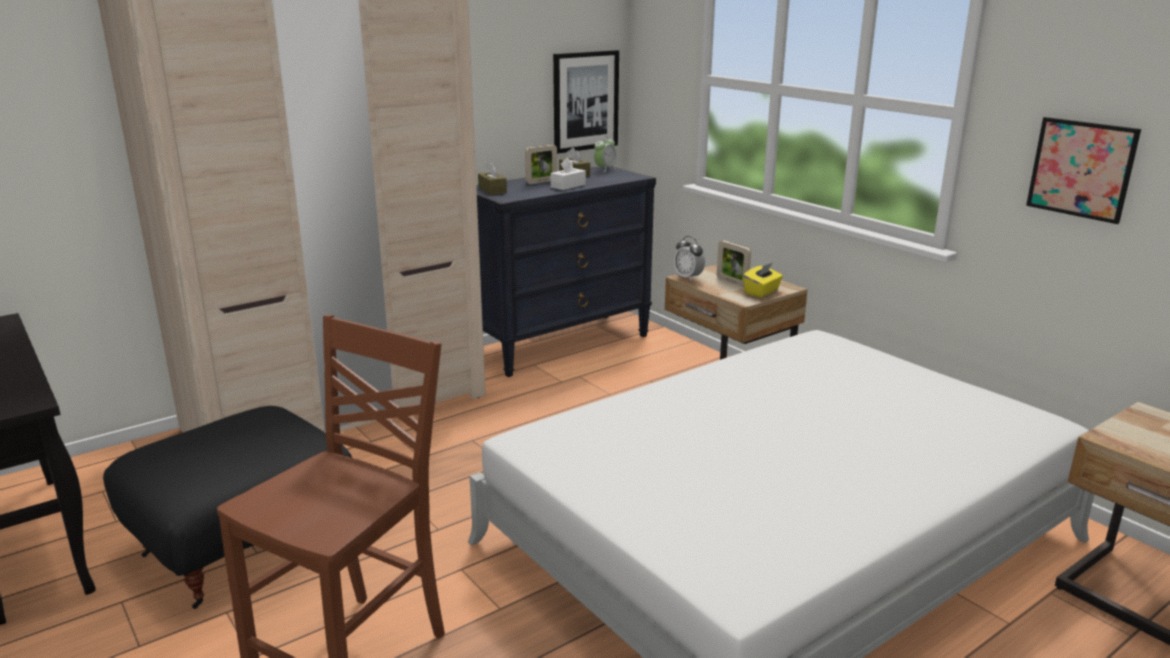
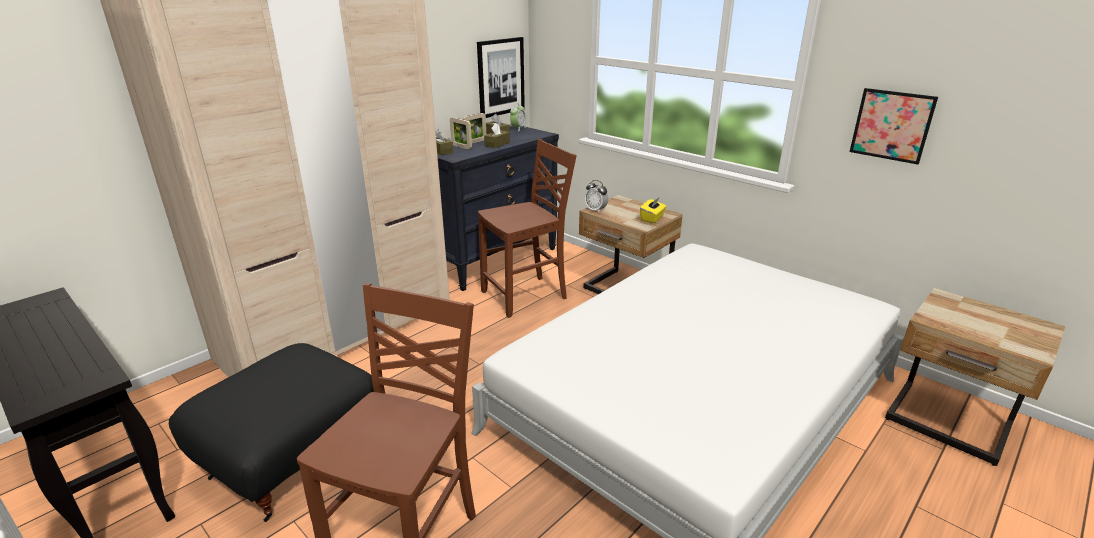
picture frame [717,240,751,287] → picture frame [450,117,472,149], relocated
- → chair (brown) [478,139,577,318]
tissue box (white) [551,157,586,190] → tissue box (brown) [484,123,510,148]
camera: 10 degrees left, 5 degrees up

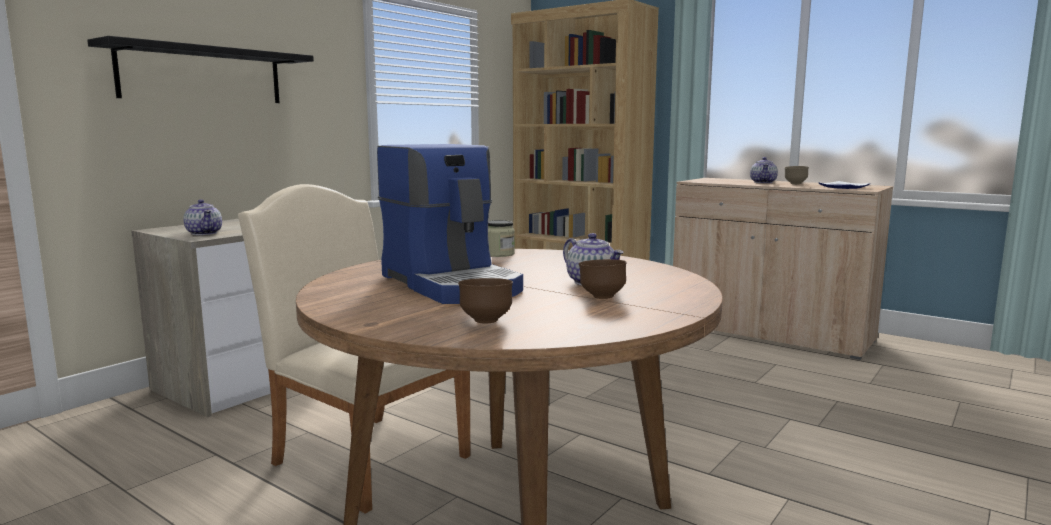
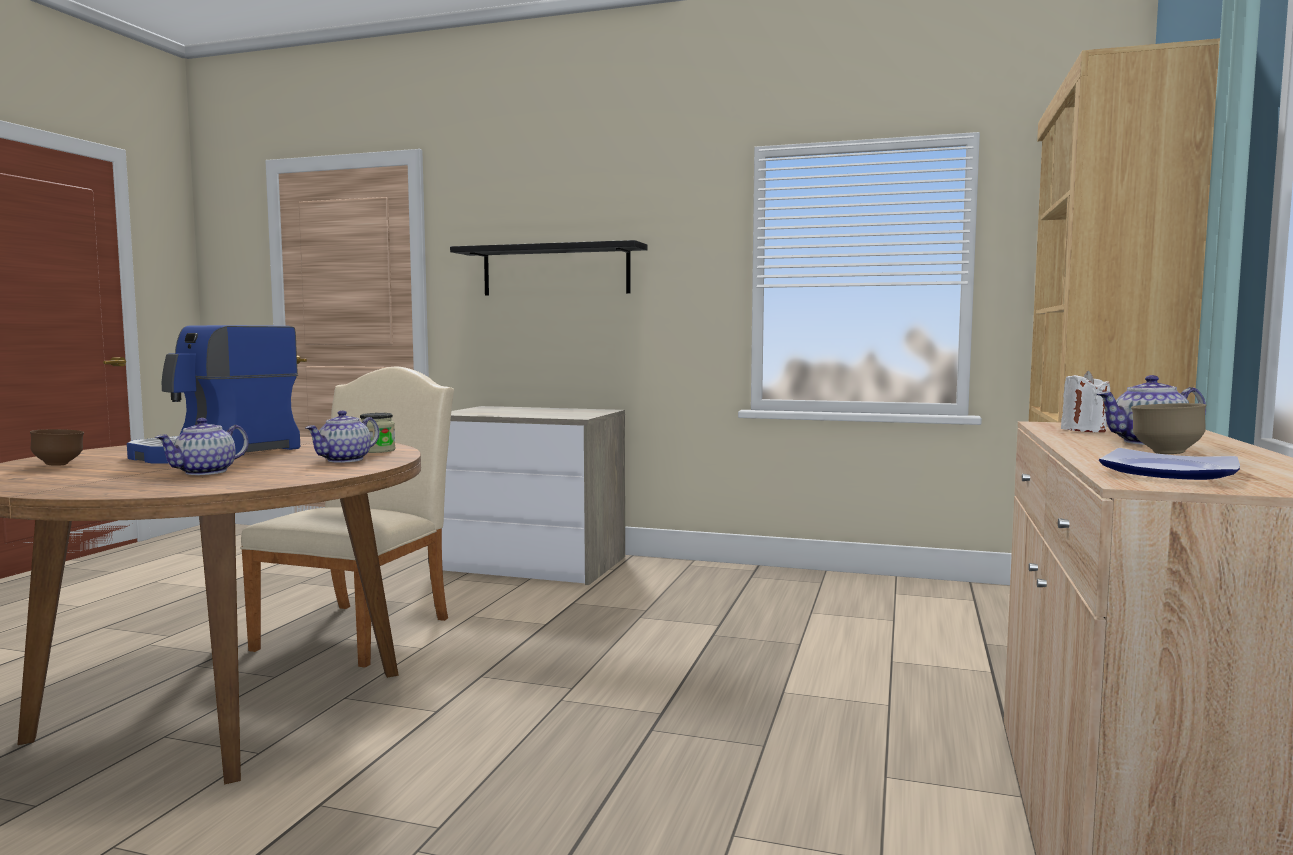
teapot [183,199,222,235] → teapot [305,410,379,463], relocated
- → candle (white) [1061,371,1110,432]
bowl (brown) [579,259,627,299] → -
camera: 70 degrees right, 5 degrees down

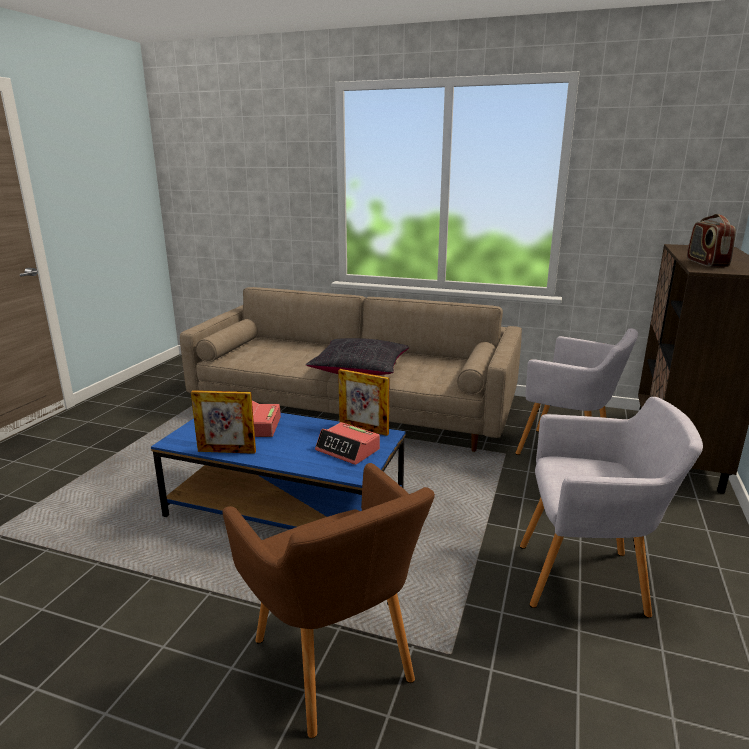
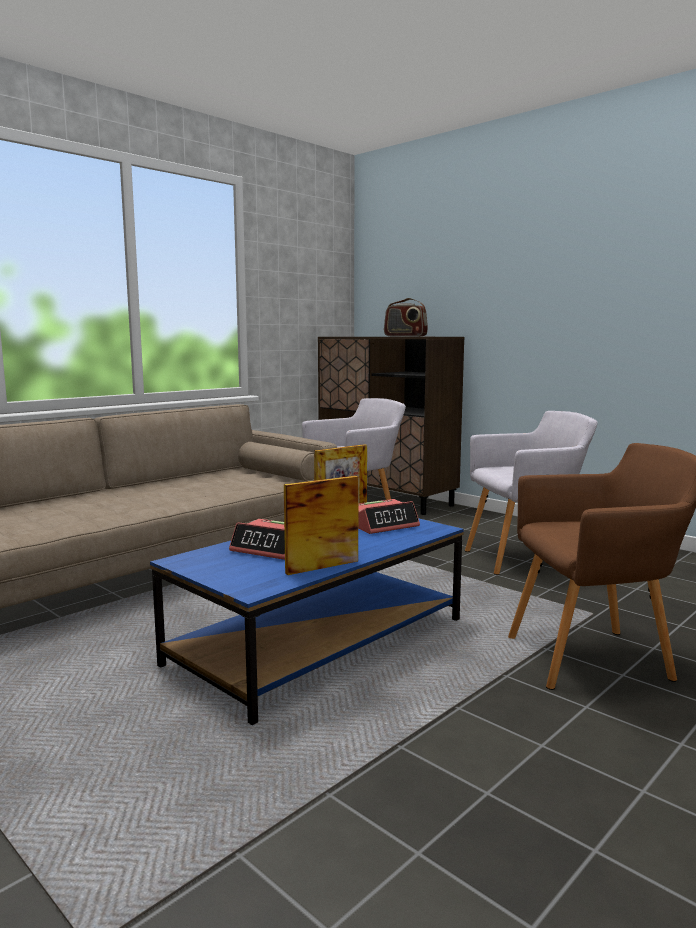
picture frame [191,390,256,454] → picture frame [284,476,359,575], 150 degrees counterclockwise
armchair (grey) [520,397,703,618] → armchair (grey) [465,411,598,575], 45 degrees clockwise
pillow (black) [306,338,409,375] → -
camera: 65 degrees left, 10 degrees down

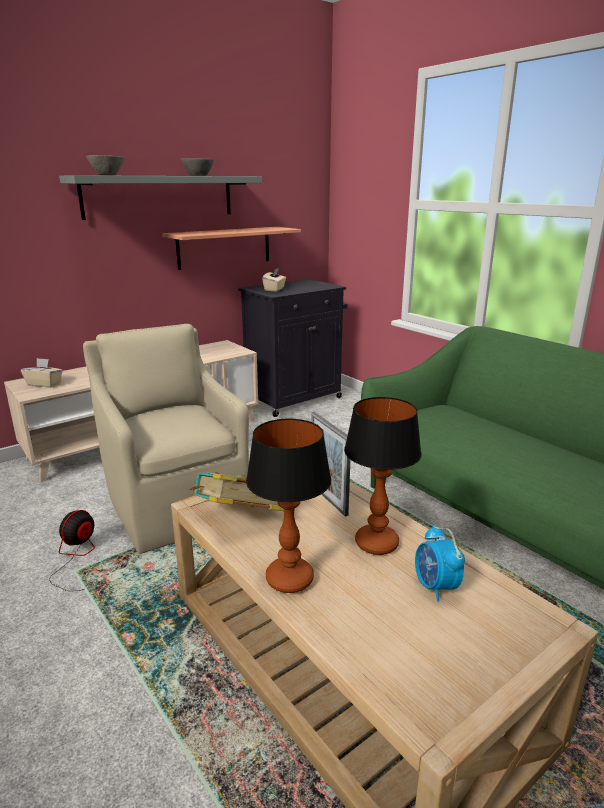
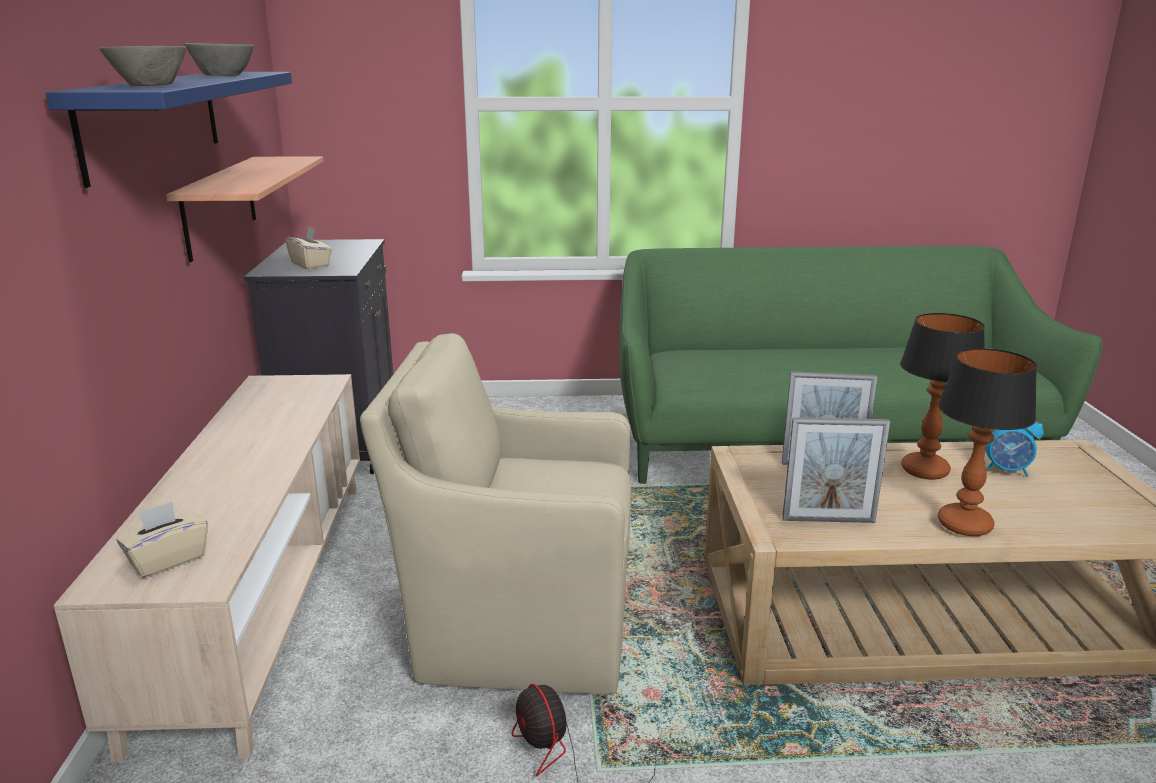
shelf (grey) [59,175,262,220] → shelf (blue) [46,72,292,188]
book [190,472,284,511] → picture frame [782,417,890,523]
camera: 55 degrees left, 0 degrees up

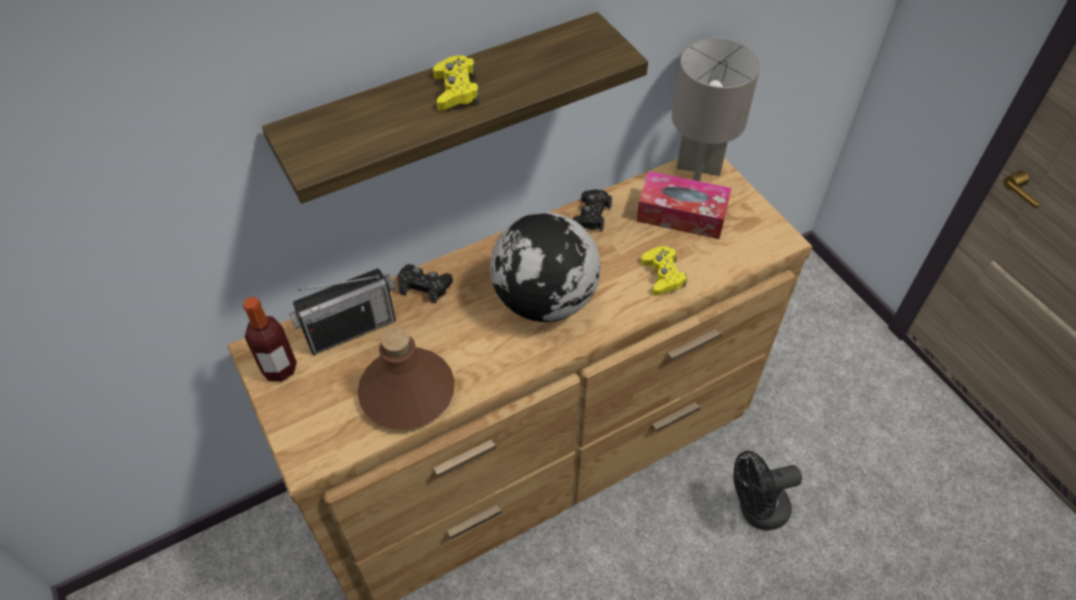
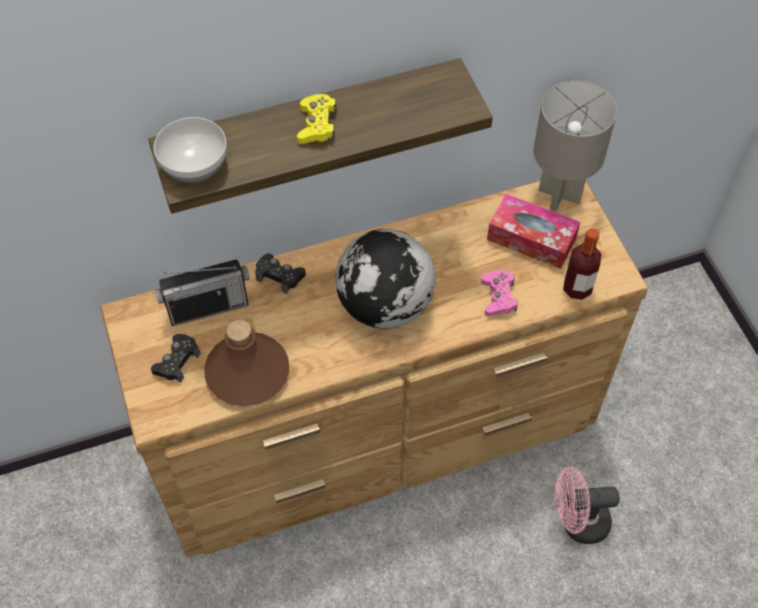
game controller (black) [573,189,612,231] → game controller (black) [151,334,201,383], relocated
- → bowl [154,117,227,183]
game controller (yellow) [641,246,687,296] → game controller (pink) [481,270,518,316]
fan (black) [734,451,802,530] → fan (pink) [555,466,620,544]
bottle [243,297,297,382] → bottle [563,228,601,300], relocated
camera: 10 degrees right, 5 degrees up

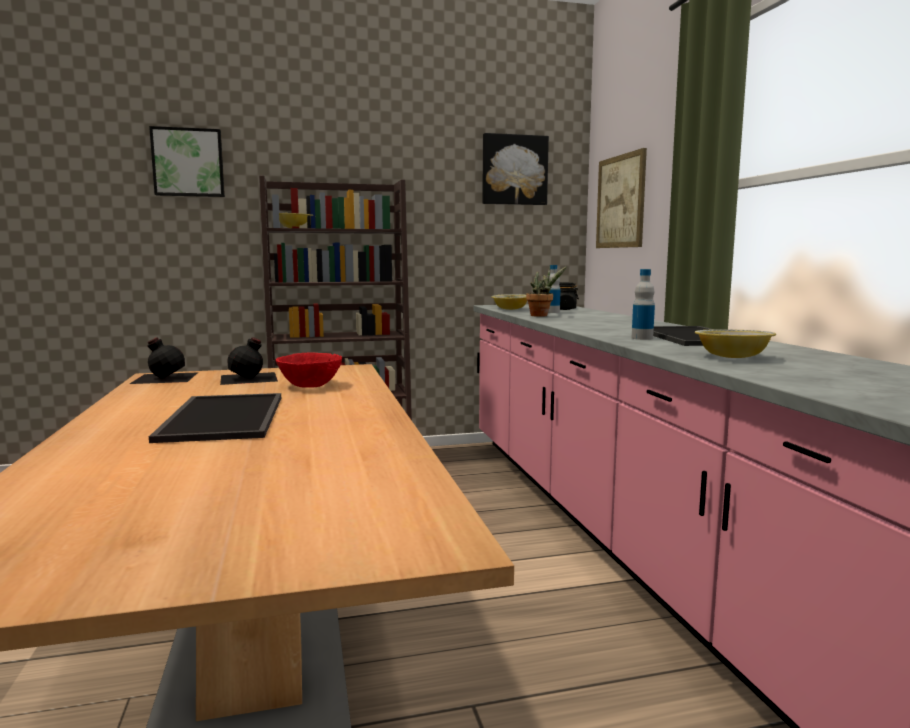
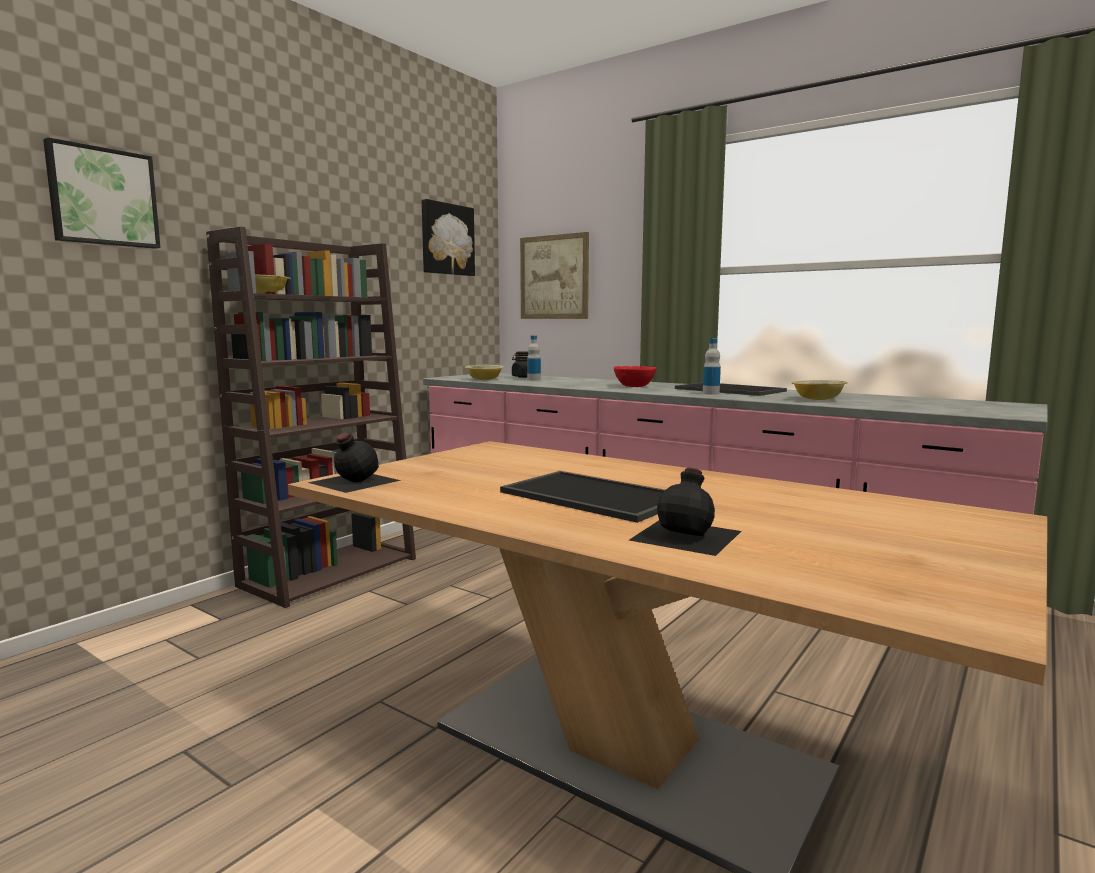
bowl (red) [276,352,342,388] → bowl (red) [613,366,657,387], relocated
bottle (black) [220,337,278,385] → bottle (black) [629,468,741,556], relocated
potted plant [526,266,567,317] → -
camera: 40 degrees left, 0 degrees up

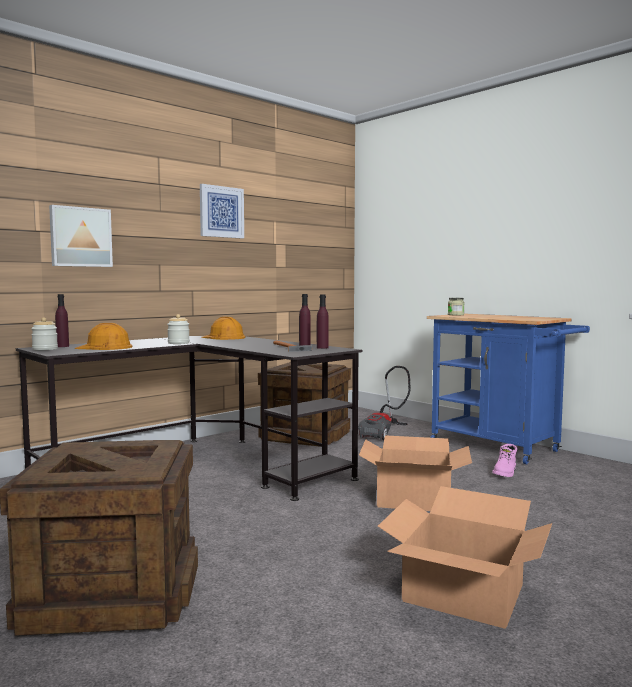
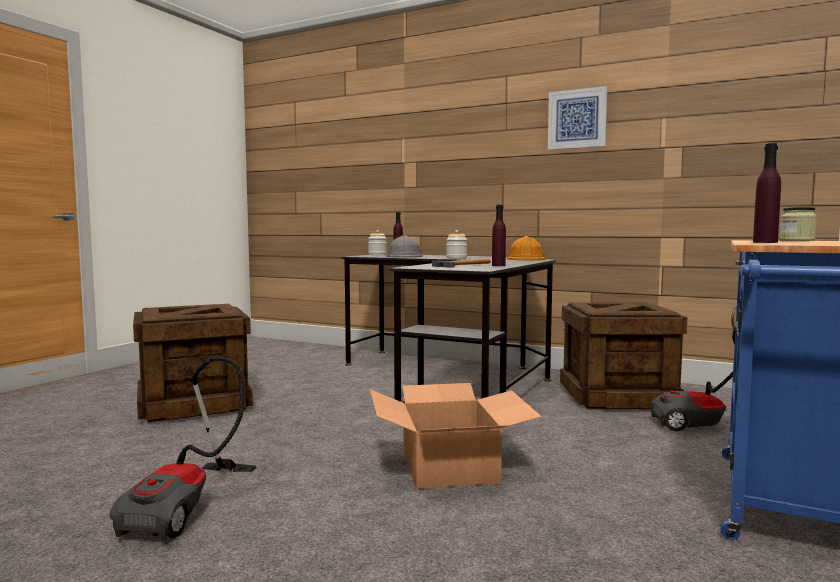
cardboard box [378,486,552,629] → vacuum cleaner [109,356,256,541]
hard hat (orange) [74,323,132,350] → hard hat (grey) [387,235,423,258]
bottle (purple) [317,294,329,349] → bottle (purple) [753,143,781,243], relocated
picture [49,205,113,267] → -
boot (pink) [492,444,517,477] → -
camera: 70 degrees right, 0 degrees up

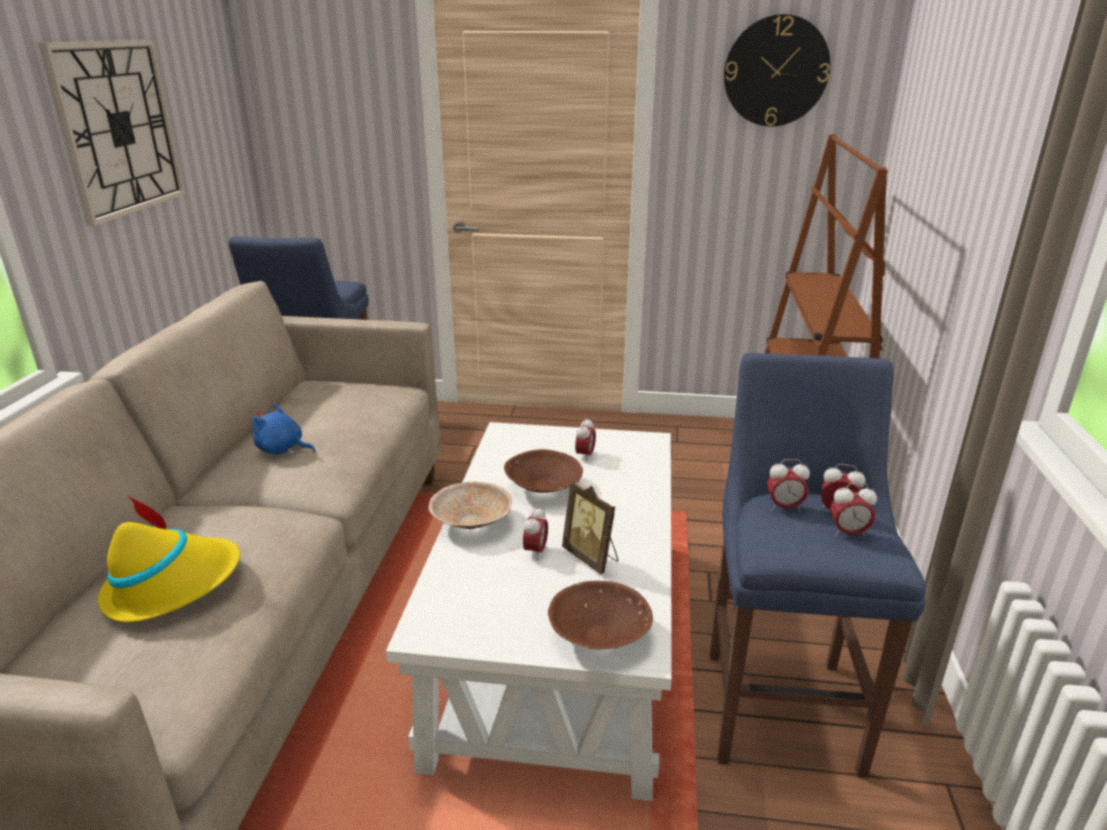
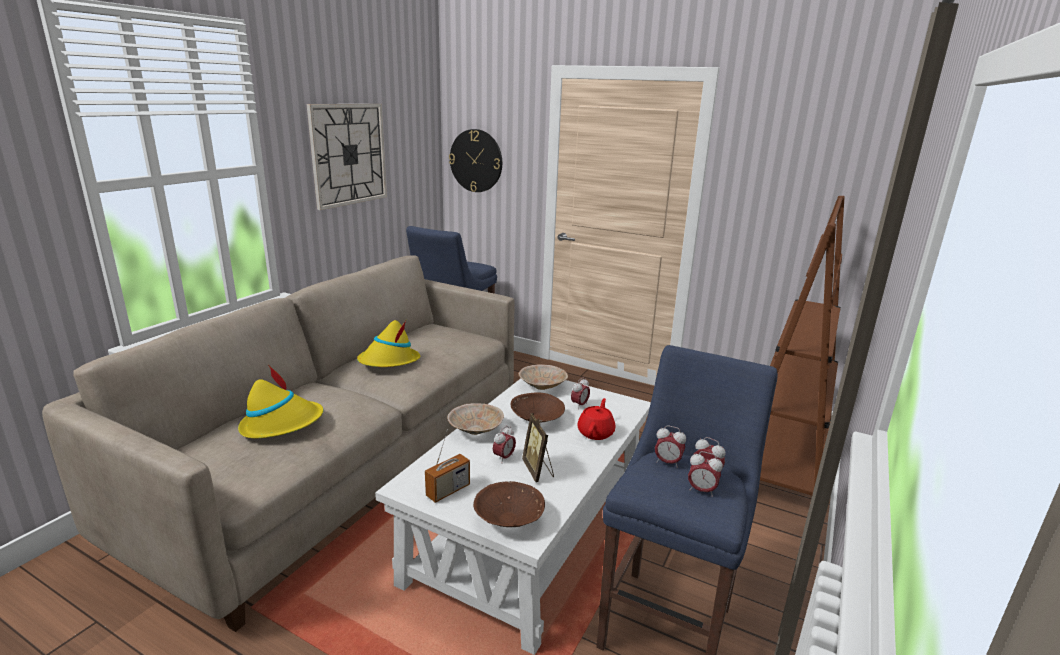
plush toy (blue) [253,404,316,455] → hat (yellow) [357,320,420,367]
- → radio [425,429,470,503]
wall clock [724,14,830,126] → wall clock [449,129,502,192], relocated
- → bowl (beige) [518,364,568,390]
- → teapot (red) [577,398,615,440]
camera: 20 degrees right, 5 degrees down

